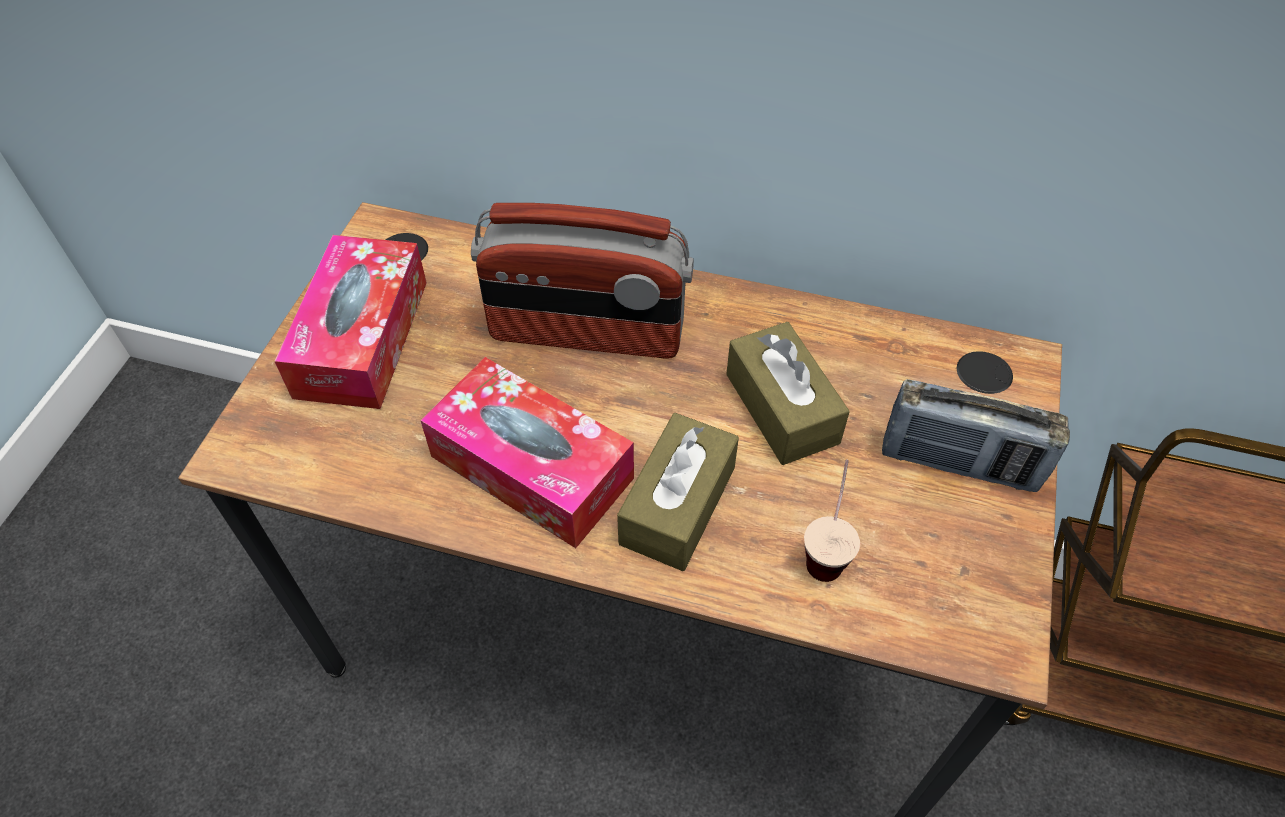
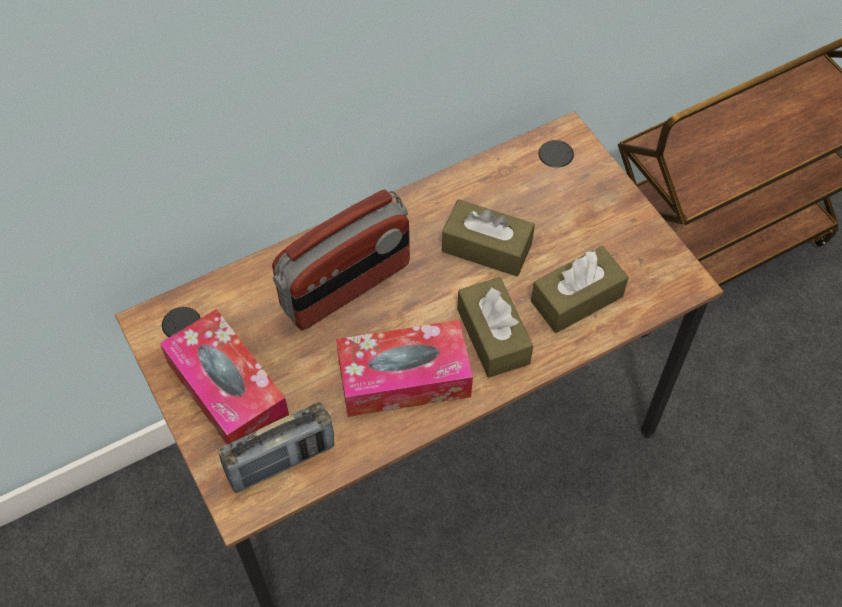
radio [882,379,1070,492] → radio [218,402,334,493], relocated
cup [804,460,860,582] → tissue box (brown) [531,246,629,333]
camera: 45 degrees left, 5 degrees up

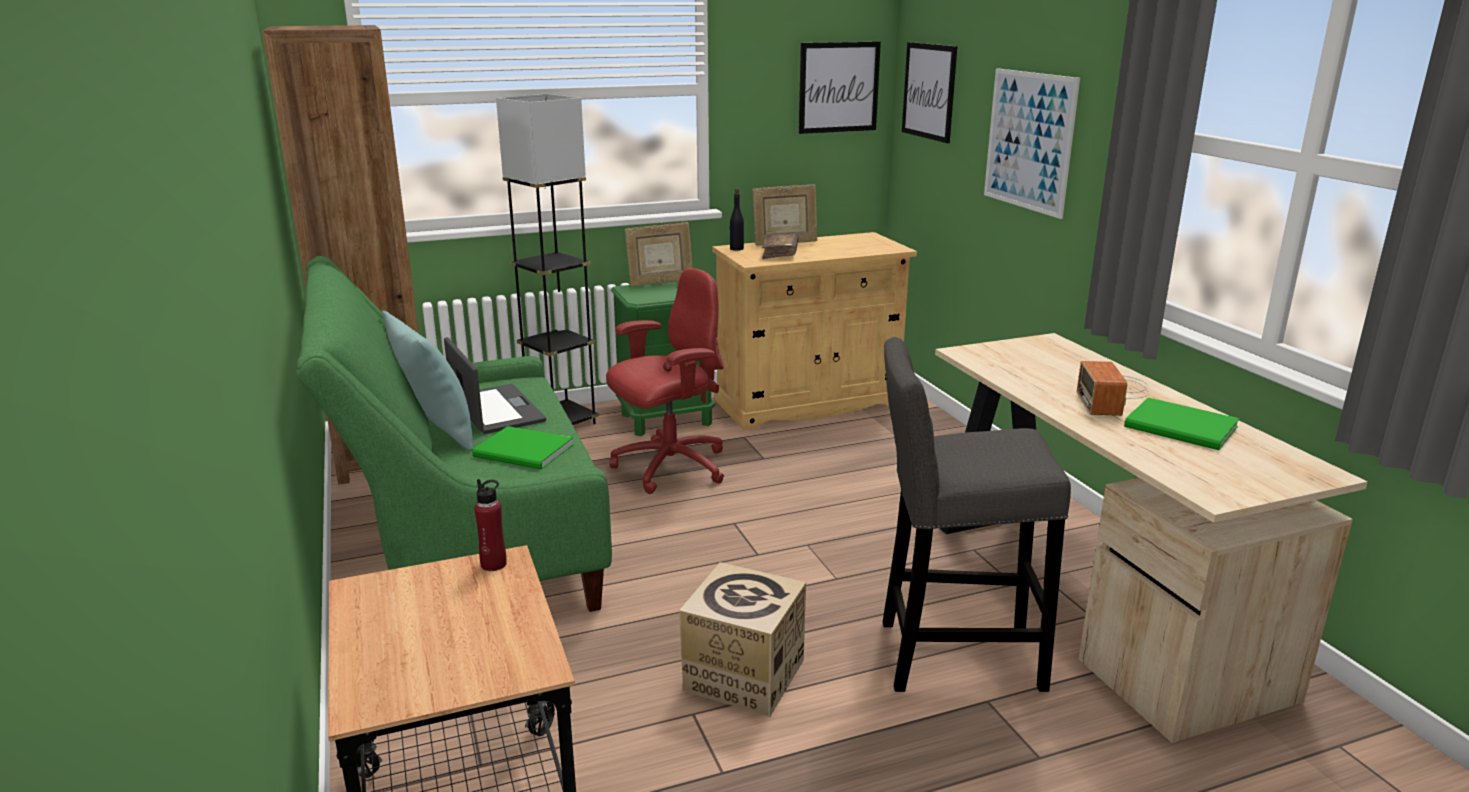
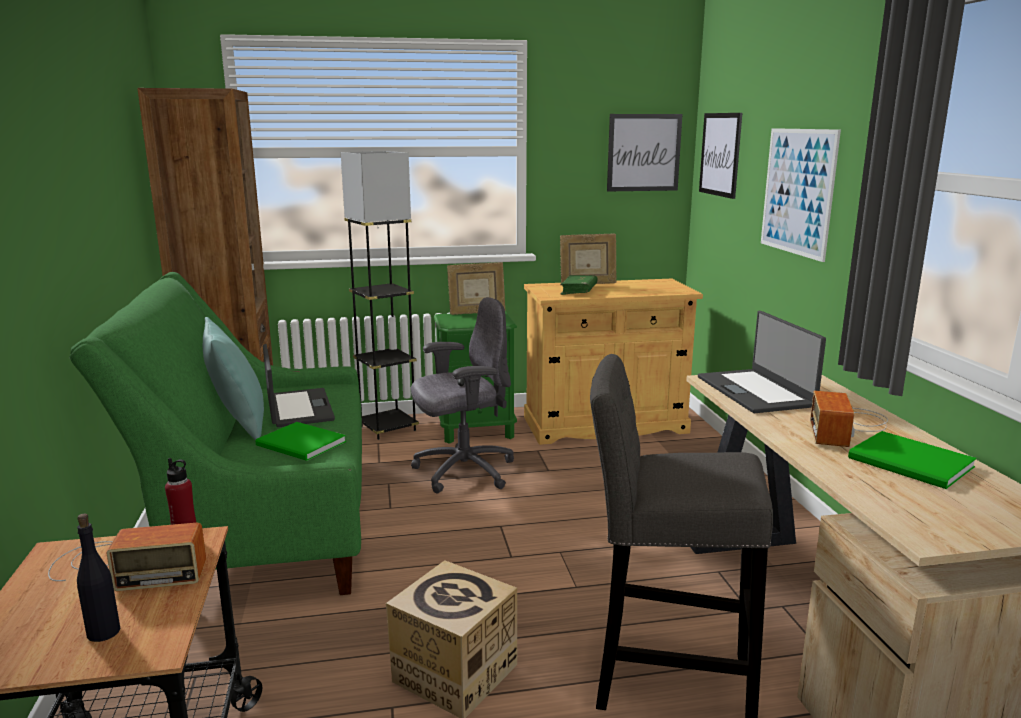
- → radio [48,523,206,591]
bottle (black) [729,189,744,251] → bottle (black) [77,514,121,642], relocated
office chair (red) [606,268,724,494] → office chair (grey) [411,297,514,493]
book (brown) [762,234,799,259] → book (green) [560,275,597,295]
- → laptop [698,311,826,413]
camera: 10 degrees right, 5 degrees down

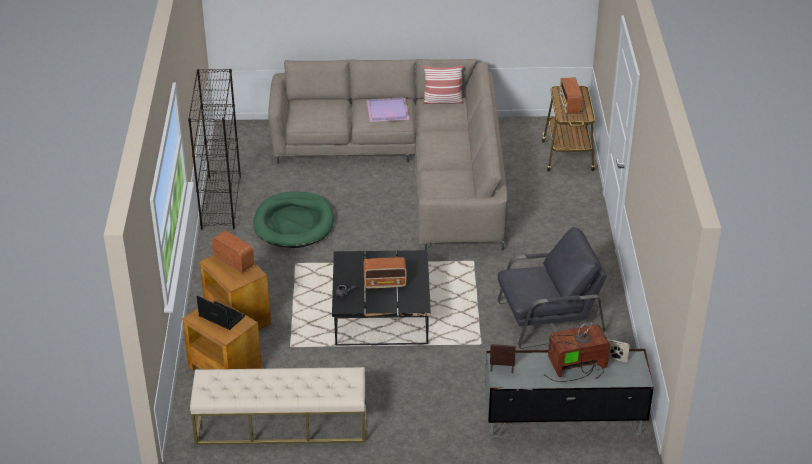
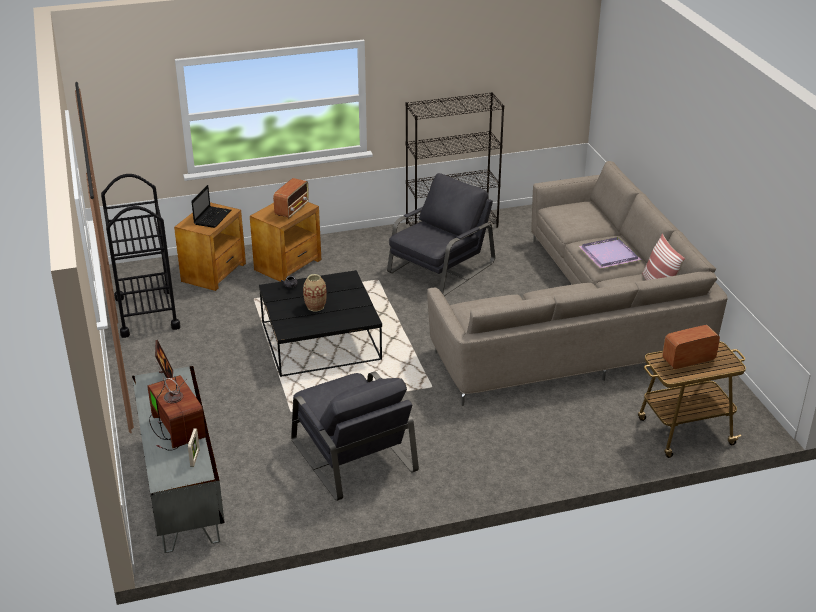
bench (beige) [190,367,366,445] → cart (black) [101,174,181,338]
radio [363,257,407,289] → vase [303,274,327,311]
dog bed (green) [253,192,334,248] → armchair (grey) [387,173,495,296]
camera: 75 degrees right, 5 degrees down

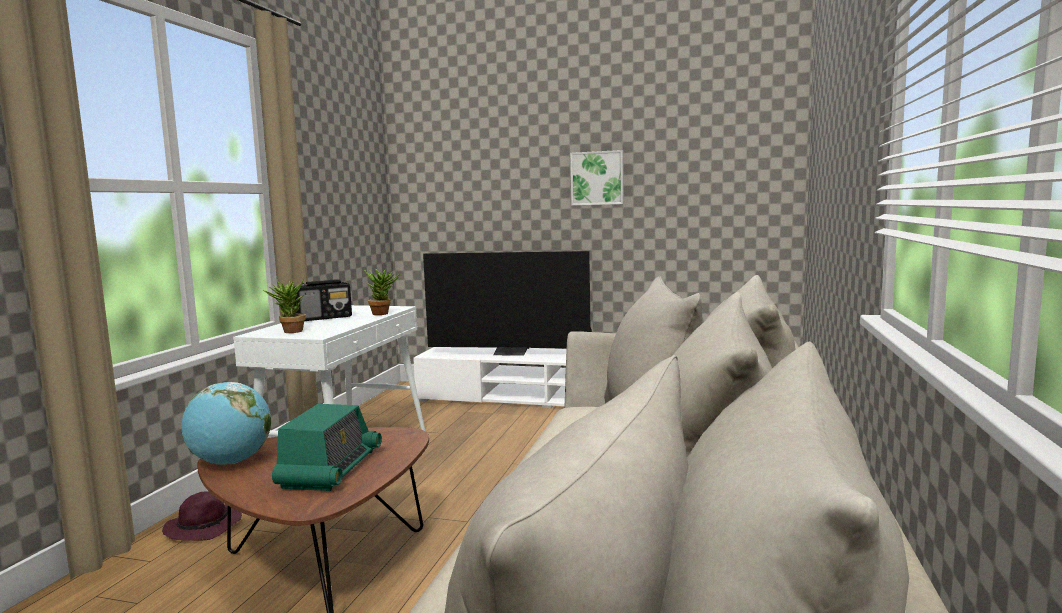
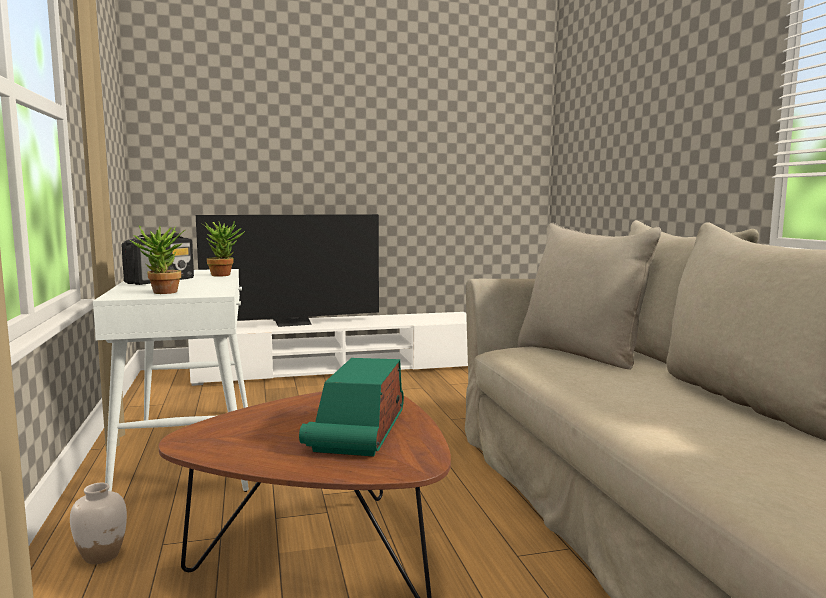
hat (purple) [162,491,242,541] → vase (white) [70,483,127,564]
radio [272,404,382,491] → radio [299,358,404,457], 150 degrees counterclockwise
globe [181,382,271,465] → -
picture [570,150,624,205] → -
camera: 30 degrees left, 0 degrees up

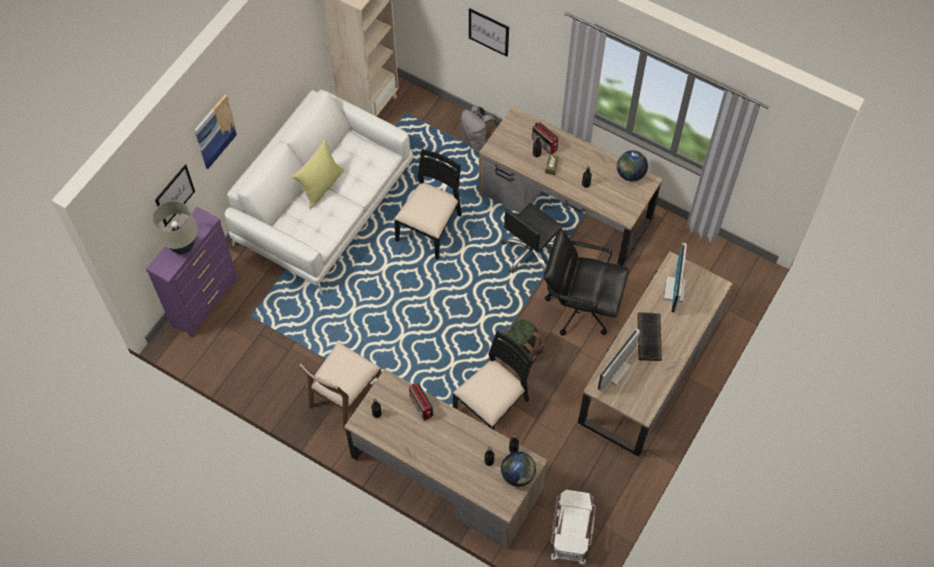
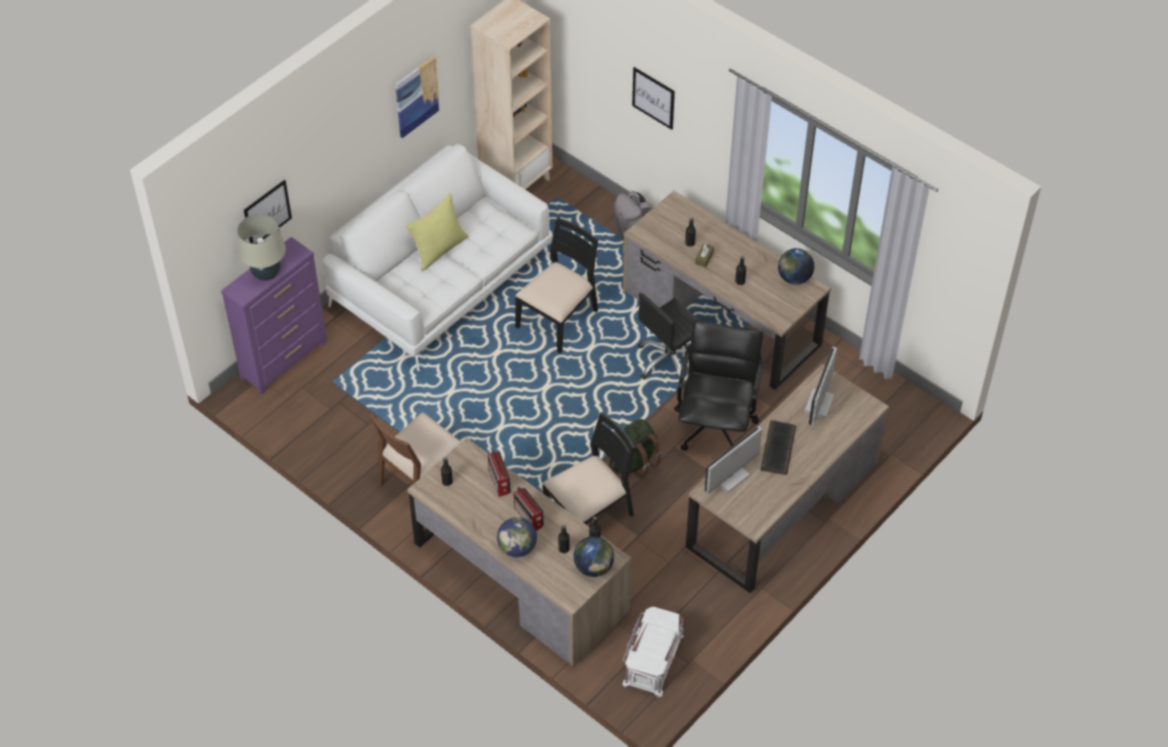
picture [194,94,237,169] → picture [395,56,440,138], relocated
- → globe [497,517,537,557]
radio [532,122,559,154] → radio [514,487,544,531], relocated
office chair (black) [544,229,629,336] → office chair (black) [674,320,763,451], 75 degrees clockwise
camera: 10 degrees right, 10 degrees down

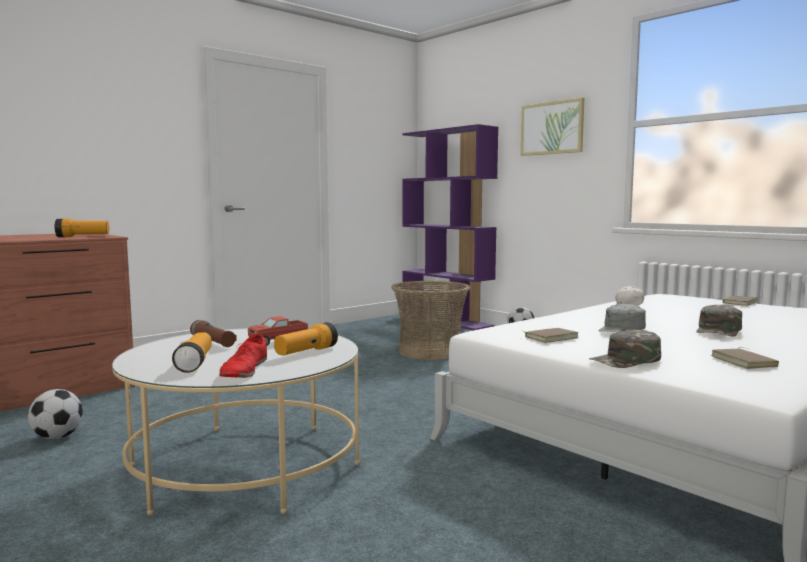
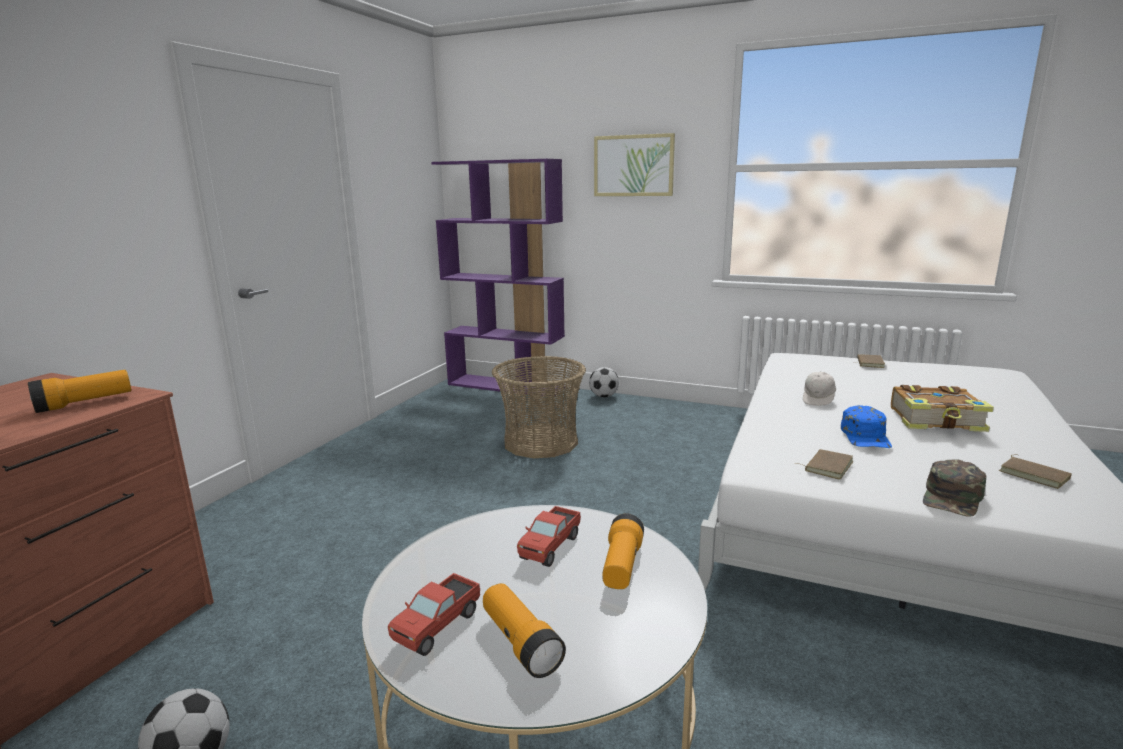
- → toy truck [388,573,480,656]
cap (grey) [599,304,646,332] → cap (blue) [841,405,892,448]
cap (green) [696,305,742,336] → book [891,385,994,432]
flashlight (brown) [190,320,237,347] → -
shoe (red) [219,334,267,378] → -
camera: 25 degrees left, 10 degrees up

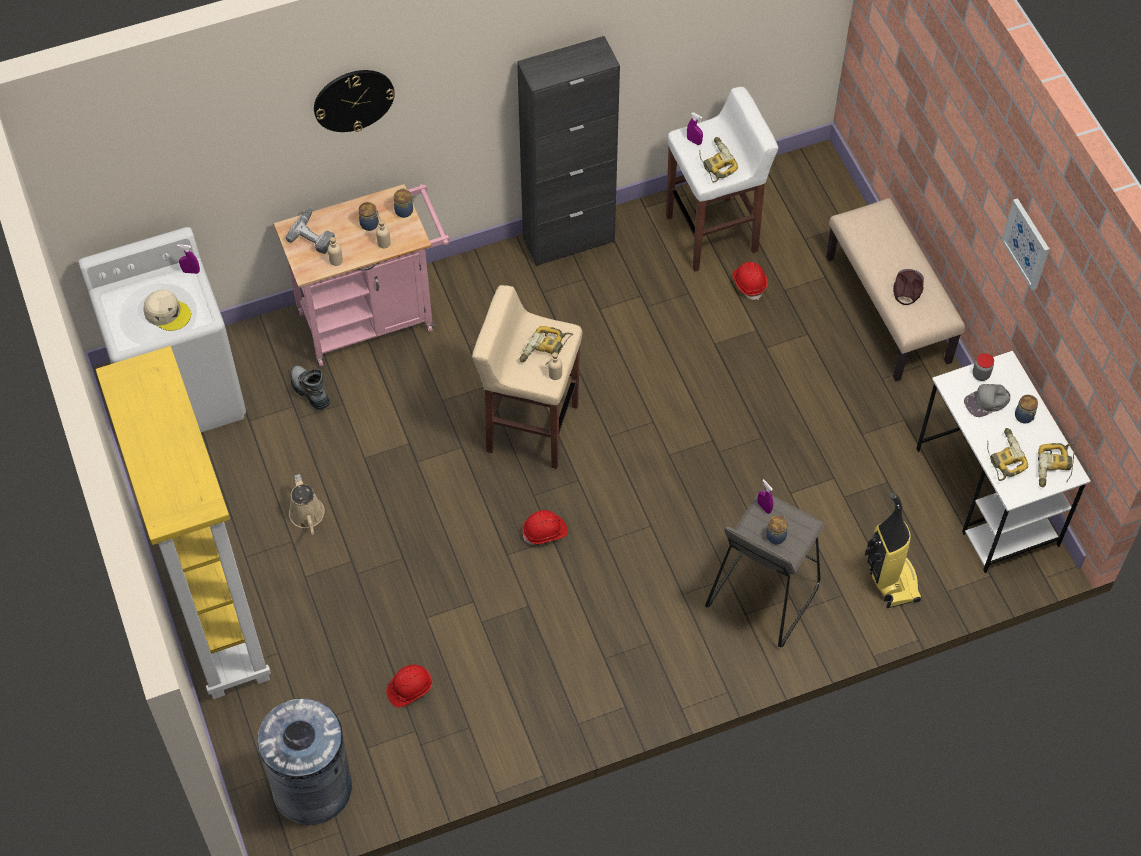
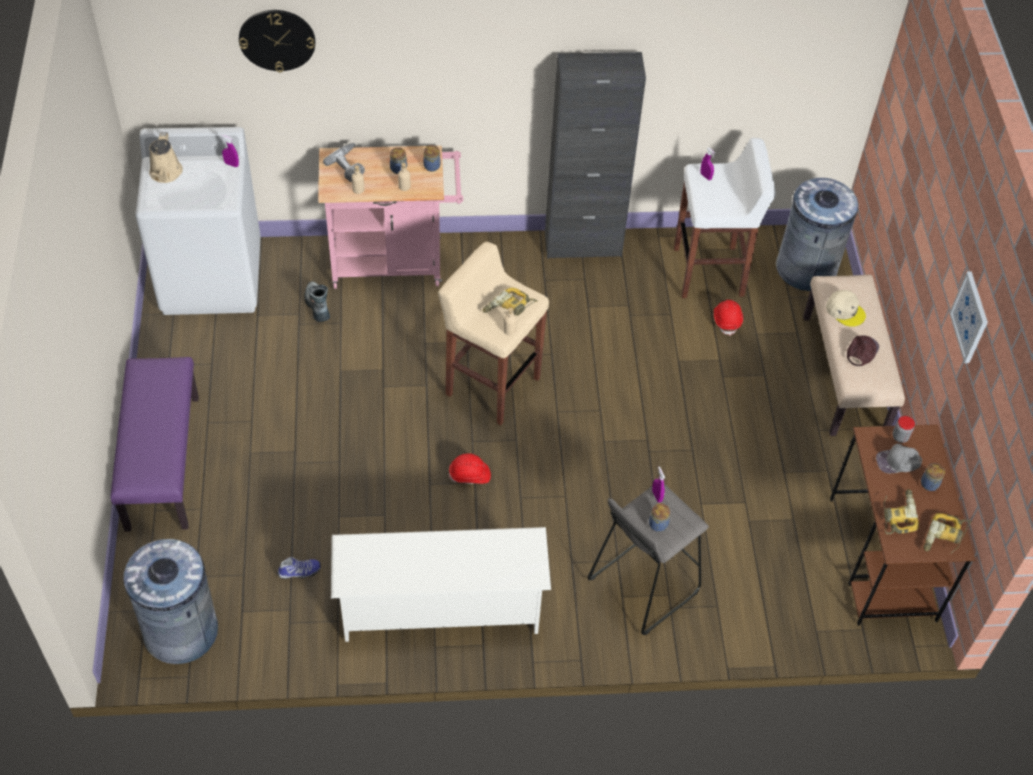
bookcase (yellow) [96,346,271,699] → bench (purple) [110,357,199,532]
watering can (beige) [289,474,325,535] → watering can (beige) [149,132,183,183], relocated
wall clock [314,70,395,132] → wall clock [239,10,315,72], relocated
hard hat (red) [386,665,432,708] → shoe [277,557,321,579]
- → shoe rack (white) [331,527,551,642]
- → trash can (grey) [776,178,859,291]
cap (beige) [143,290,191,331] → cap (beige) [826,290,866,327], relocated
desk (white) [916,351,1091,573] → desk (brown) [830,424,976,626]
power drill [699,137,738,183] → -
vacuum cleaner [865,492,922,608] → -
camera: 15 degrees right, 5 degrees down

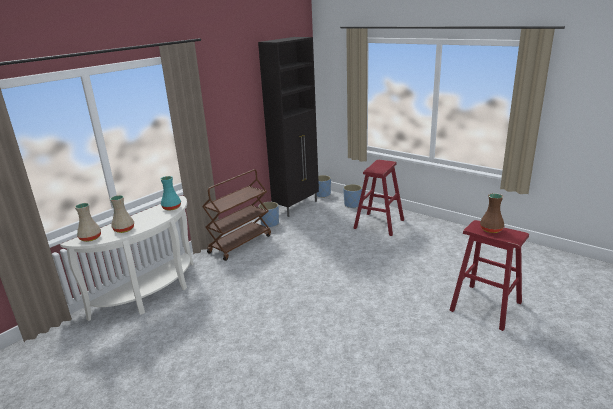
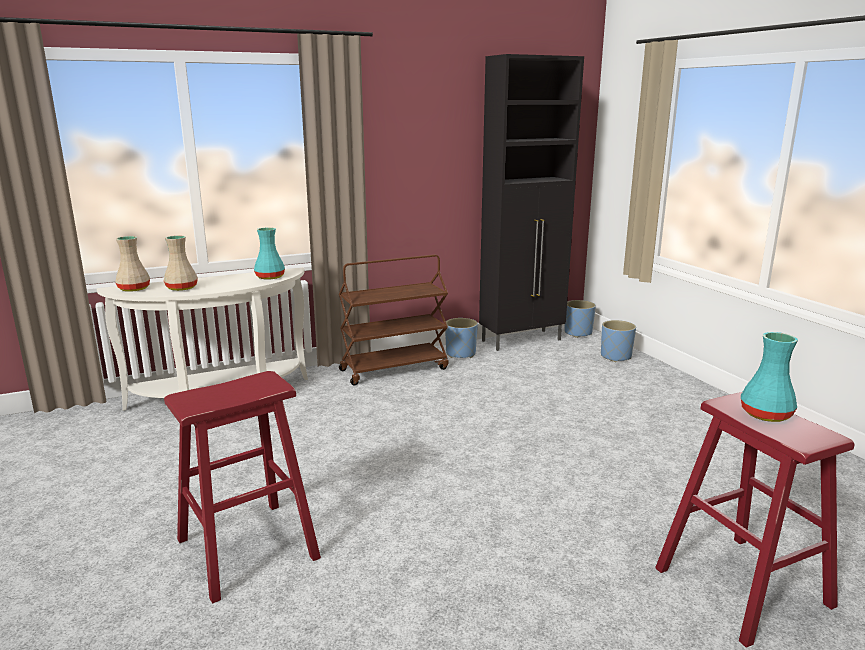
stool (red) [353,160,404,236] → stool (red) [164,371,321,604], relocated
vase (brown) [480,193,504,233] → vase (turquoise) [741,332,798,422]
camera: 25 degrees right, 5 degrees down

